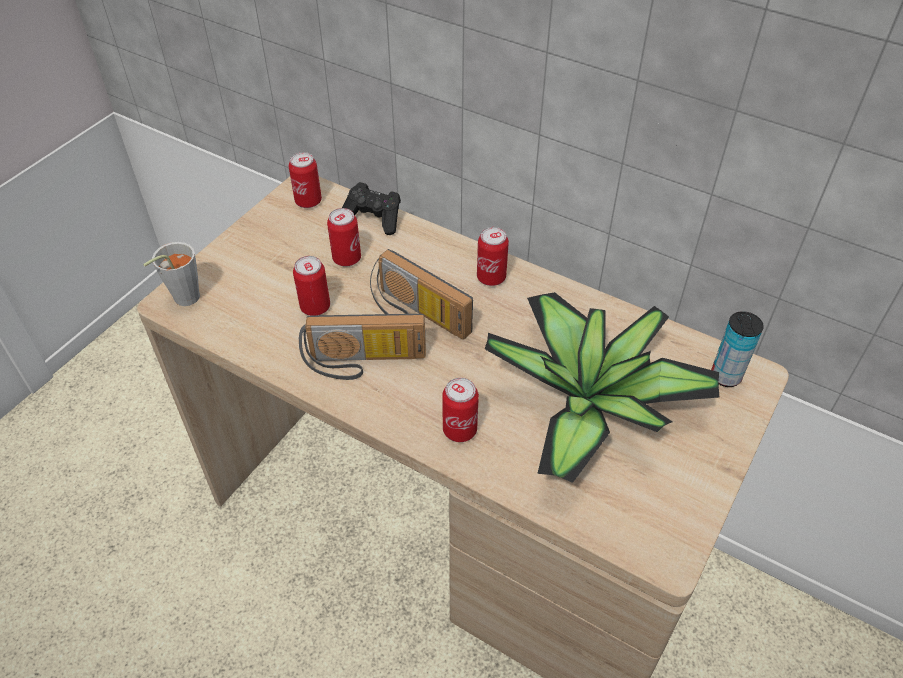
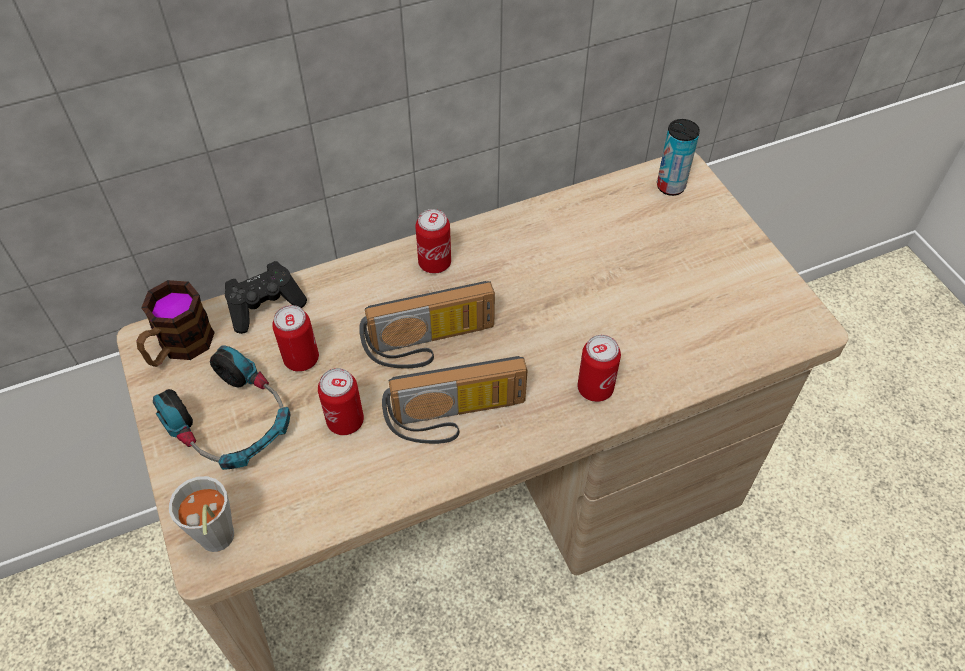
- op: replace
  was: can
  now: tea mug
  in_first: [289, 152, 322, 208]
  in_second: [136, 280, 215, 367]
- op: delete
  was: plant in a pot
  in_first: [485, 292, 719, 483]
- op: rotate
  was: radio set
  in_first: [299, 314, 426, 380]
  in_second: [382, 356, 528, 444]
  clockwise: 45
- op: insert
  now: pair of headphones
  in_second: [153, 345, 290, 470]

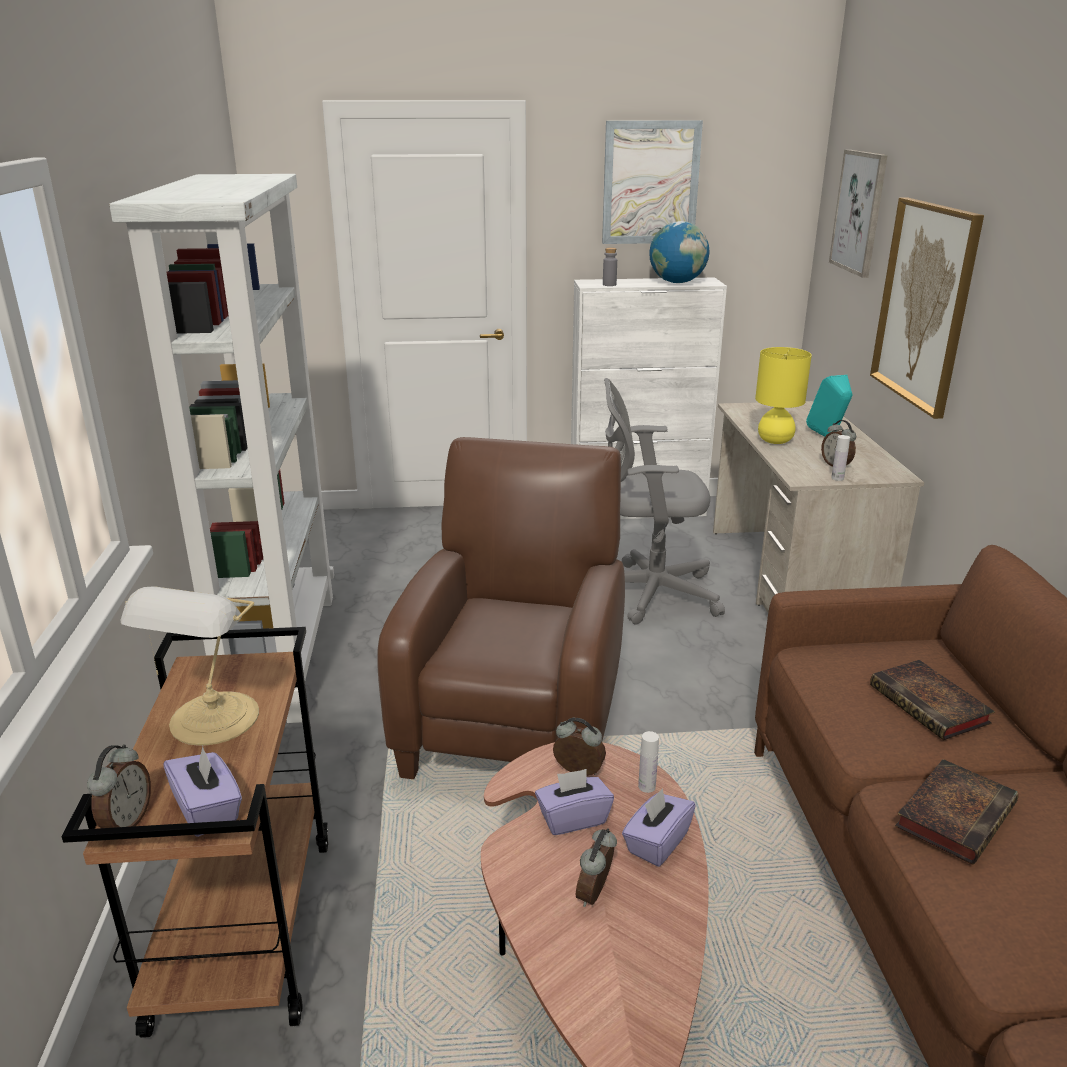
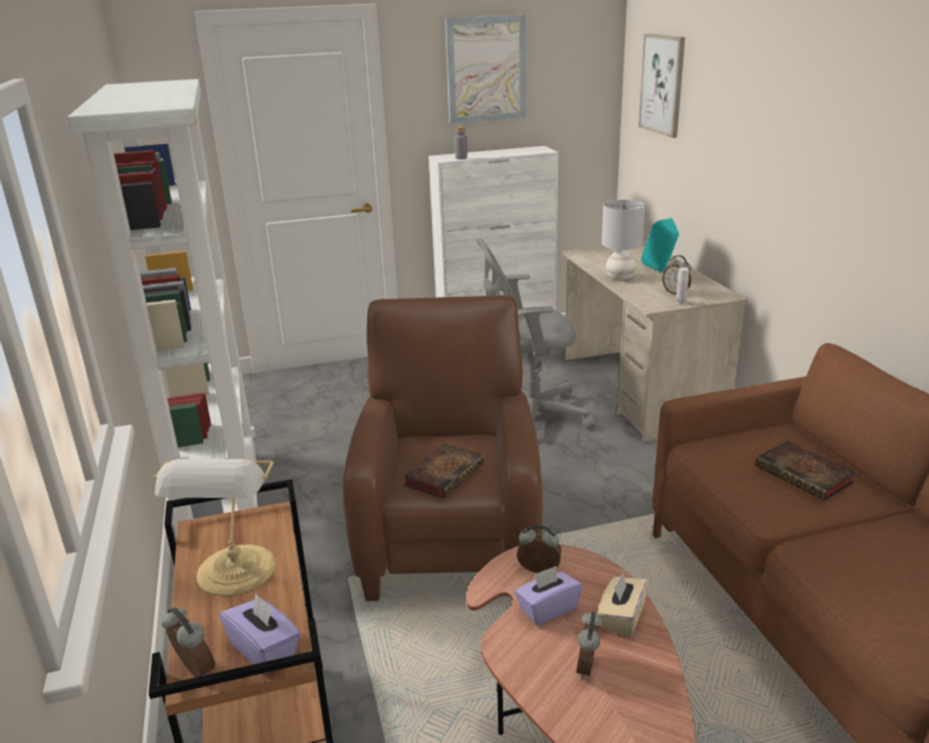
- op: delete
  was: wall picture
  in_first: [870, 197, 984, 419]
- op: delete
  was: desk globe
  in_first: [649, 221, 709, 283]
- op: recolor
  was: yellowish lamp for a table
  now: grey lamp for a table
  in_first: [755, 347, 812, 444]
  in_second: [602, 200, 645, 280]
- op: delete
  was: whitish beverage bottle
  in_first: [638, 731, 659, 793]
- op: rotate
  was: bedside clock
  in_first: [87, 744, 151, 828]
  in_second: [162, 607, 215, 677]
  clockwise: -45
- op: move
  was: book
  in_first: [895, 759, 1018, 865]
  in_second: [403, 444, 484, 499]
- op: recolor
  was: purple tissue holder
  now: sand-coloured tissue holder
  in_first: [622, 788, 696, 867]
  in_second: [597, 572, 649, 637]

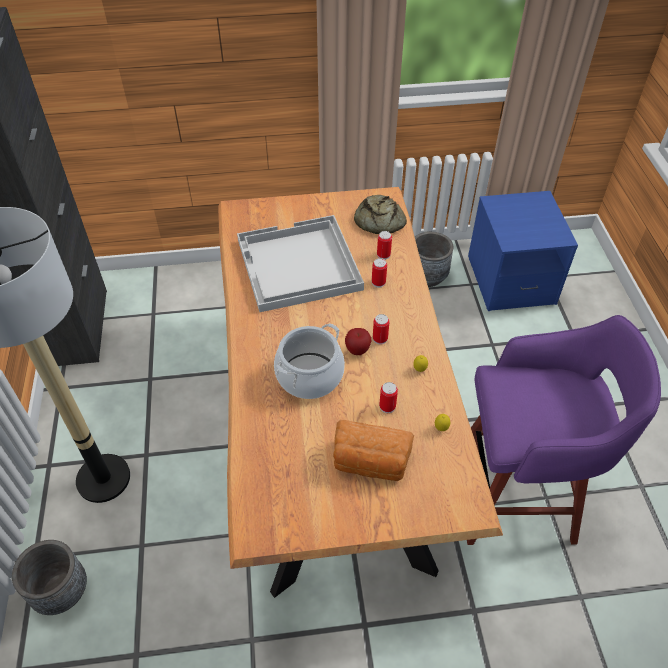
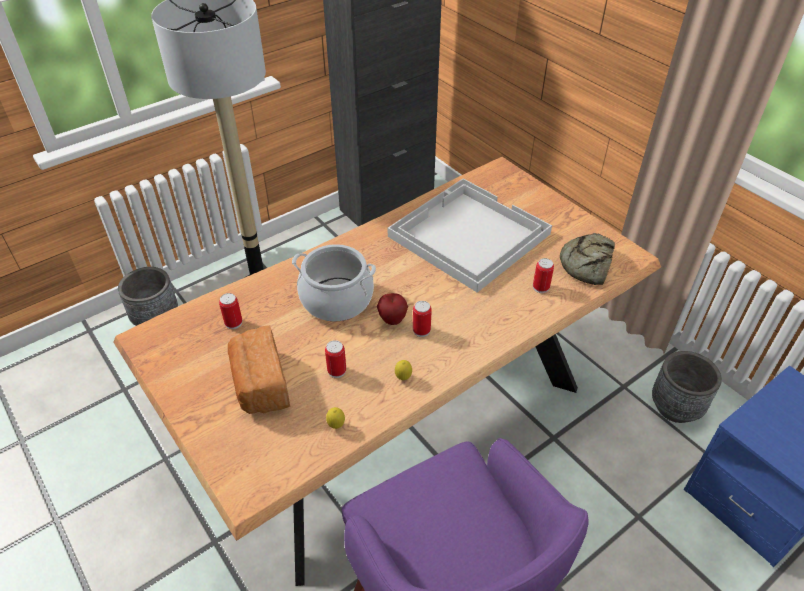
- op: move
  was: can
  in_first: [372, 258, 387, 288]
  in_second: [219, 293, 242, 329]

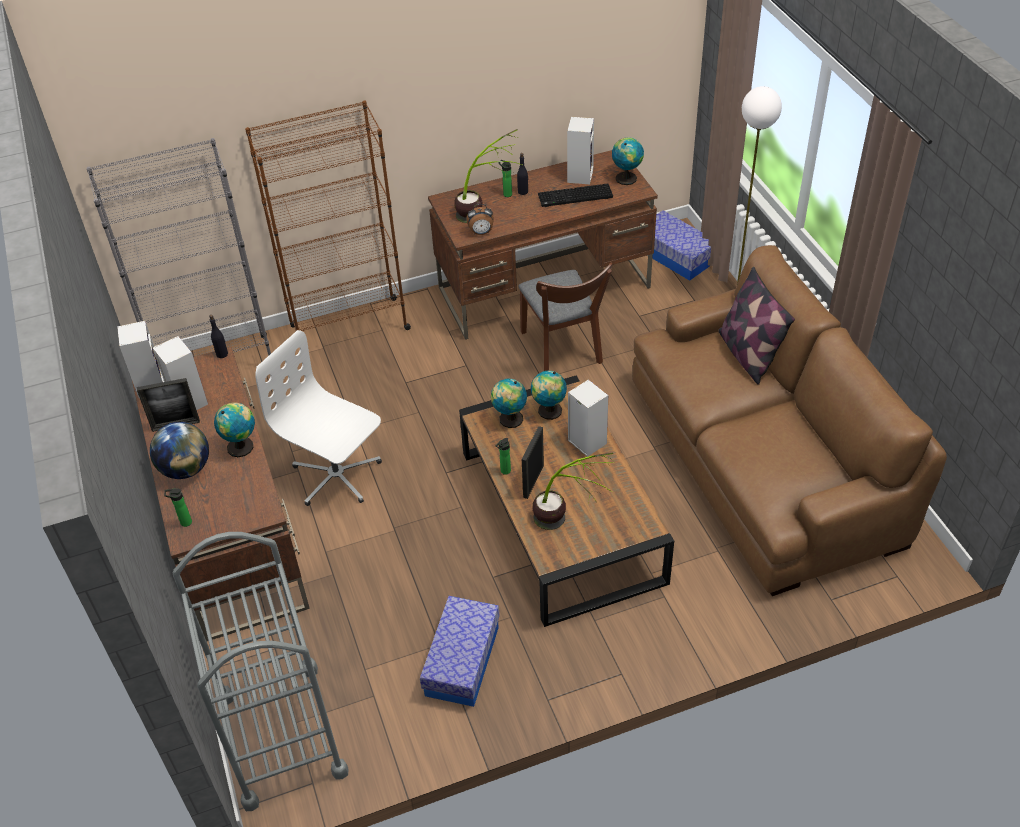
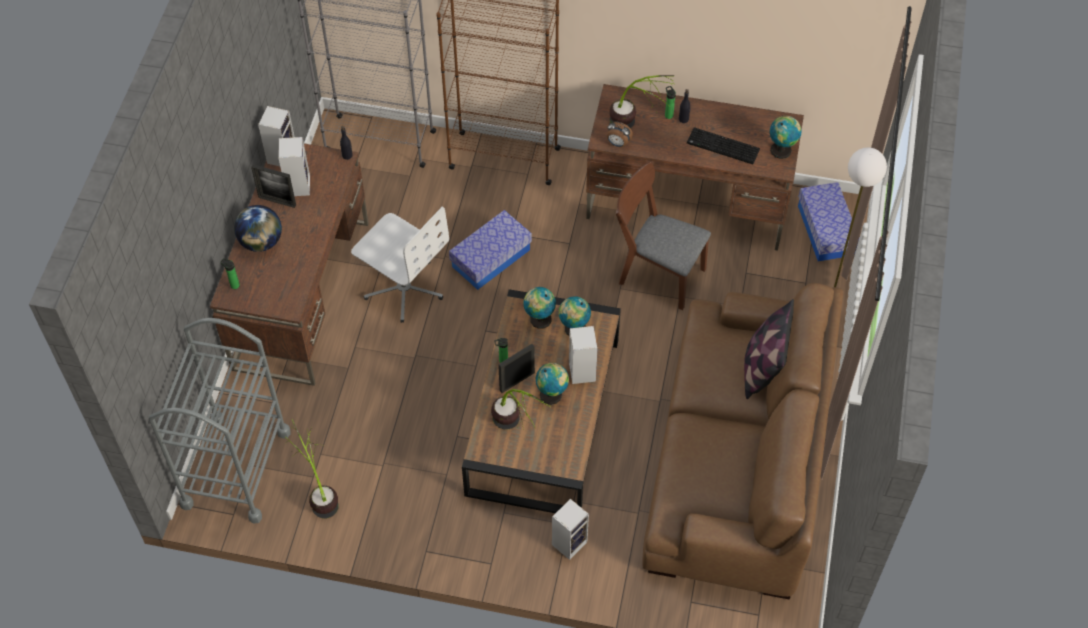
- op: move
  was: loudspeaker
  in_first: [567, 117, 594, 184]
  in_second: [552, 499, 589, 560]
- op: rotate
  was: brown-coloured upright chair
  in_first: [518, 263, 613, 371]
  in_second: [616, 162, 711, 310]
  clockwise: 105
- op: rotate
  was: whitish desk chair
  in_first: [256, 330, 382, 506]
  in_second: [351, 207, 449, 323]
  clockwise: 150
- op: move
  was: desk globe
  in_first: [214, 402, 255, 457]
  in_second: [536, 363, 569, 405]
- op: move
  was: storage container
  in_first: [420, 596, 500, 707]
  in_second: [449, 210, 532, 290]
- op: insert
  now: plant in a pot
  in_second: [286, 419, 339, 518]

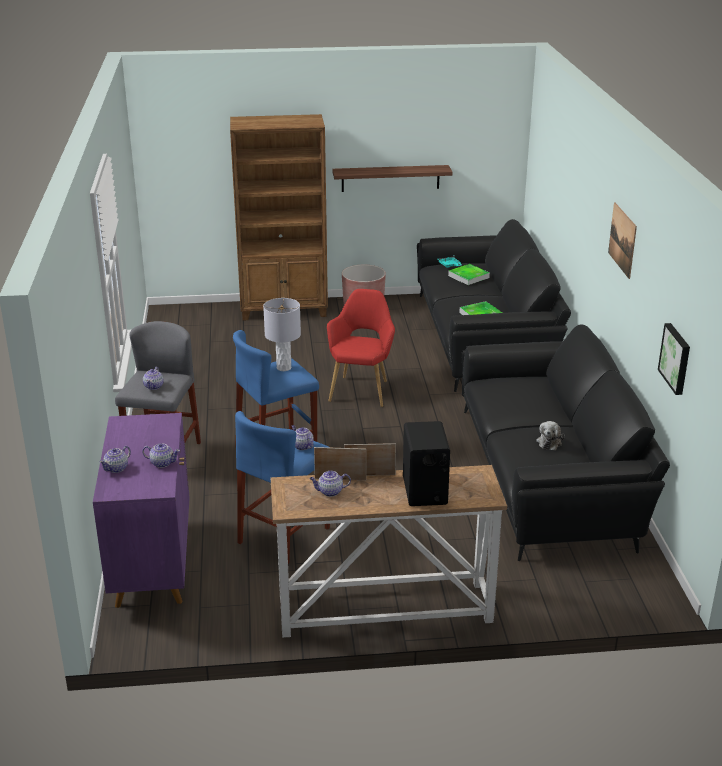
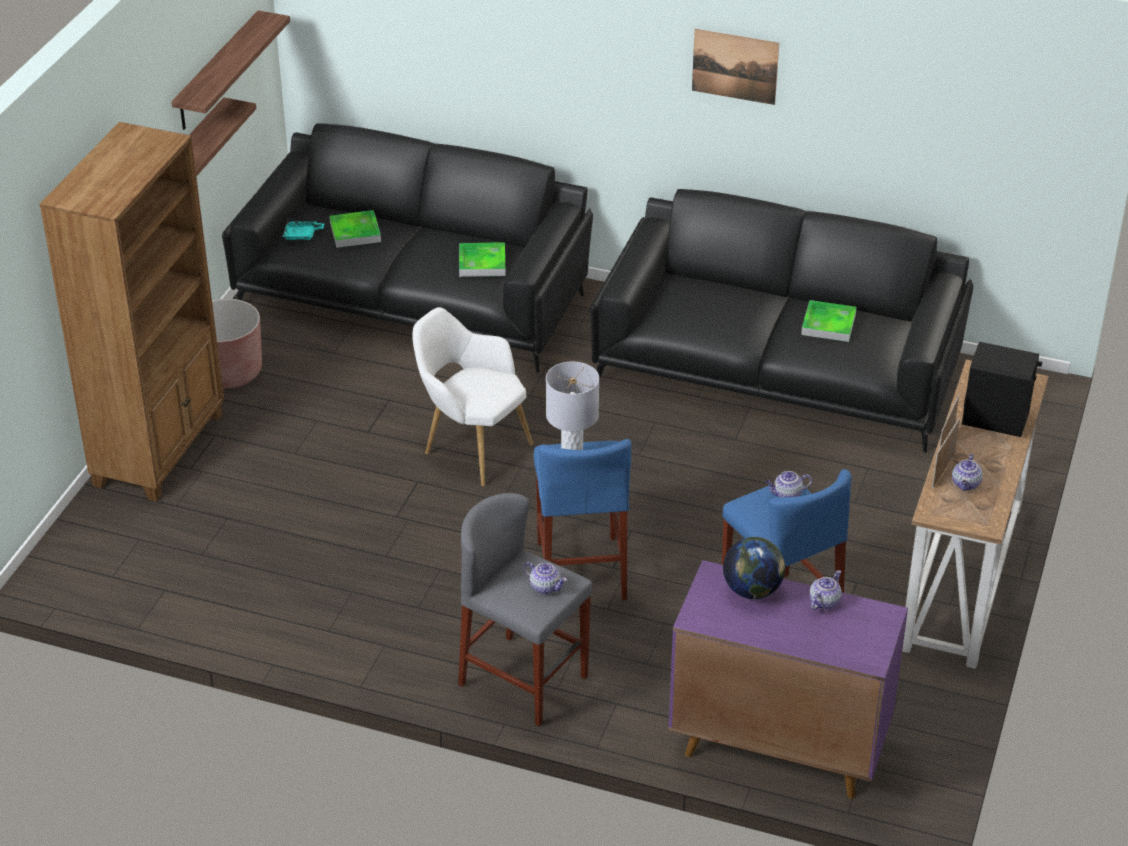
- op: recolor
  was: red lounge chair
  now: whitish lounge chair
  in_first: [327, 289, 395, 407]
  in_second: [412, 307, 533, 486]
- op: delete
  was: wall picture
  in_first: [658, 323, 690, 395]
- op: replace
  was: plush toy
  now: serving tray
  in_first: [536, 421, 565, 450]
  in_second: [801, 300, 856, 342]
- op: delete
  was: pot for tea
  in_first: [99, 446, 131, 473]
- op: insert
  now: wall shelf
  in_second: [171, 10, 290, 130]
- op: insert
  now: desk globe
  in_second: [723, 537, 785, 599]

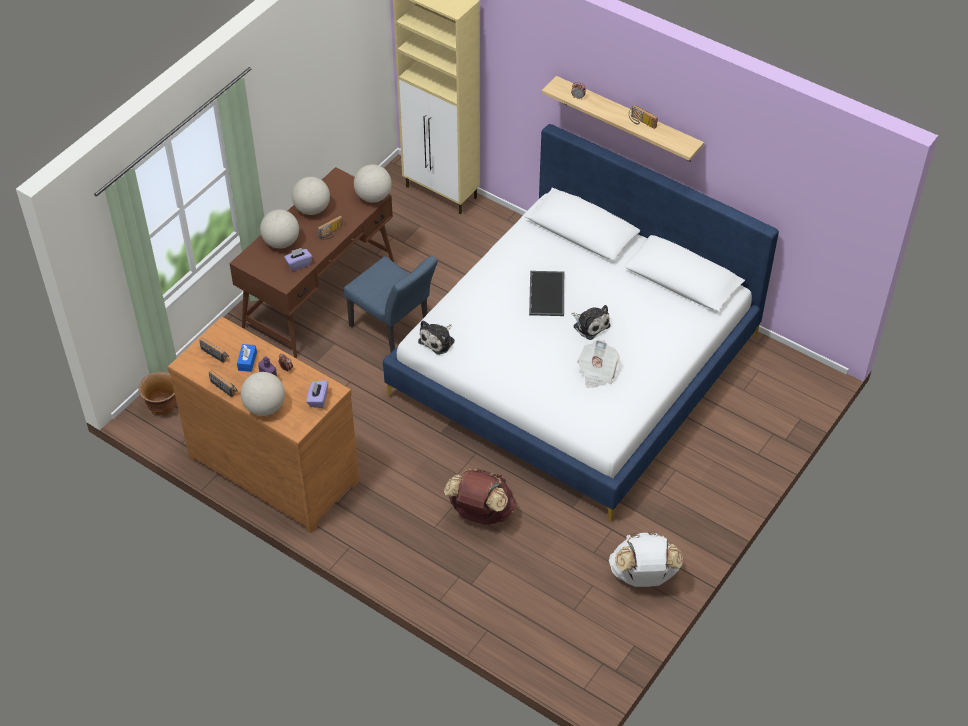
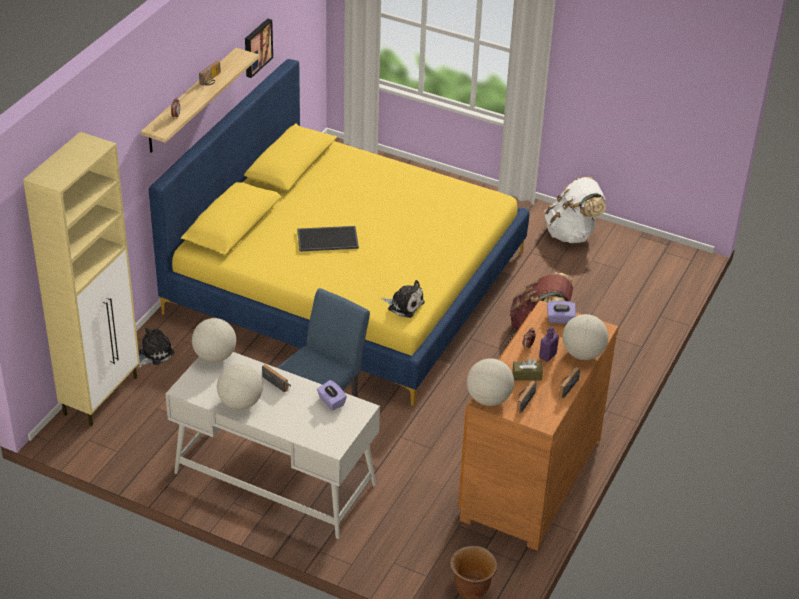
- op: recolor
  was: whitish sleeping bed
  now: yellowish sleeping bed
  in_first: [383, 124, 779, 522]
  in_second: [148, 59, 529, 406]
- op: recolor
  was: brown-coloured desk unit
  now: whitish desk unit
  in_first: [229, 167, 394, 358]
  in_second: [166, 352, 380, 539]
- op: move
  was: desk globe
  in_first: [260, 209, 299, 248]
  in_second: [467, 358, 514, 406]
- op: move
  was: plush toy
  in_first: [571, 305, 610, 340]
  in_second: [138, 328, 174, 368]
- op: delete
  was: printed paper
  in_first: [578, 340, 620, 388]
- op: recolor
  was: bluish tissue holder
  now: brown-coloured tissue holder
  in_first: [237, 344, 257, 372]
  in_second: [513, 358, 543, 380]
- op: insert
  now: wall picture
  in_second: [245, 18, 273, 78]

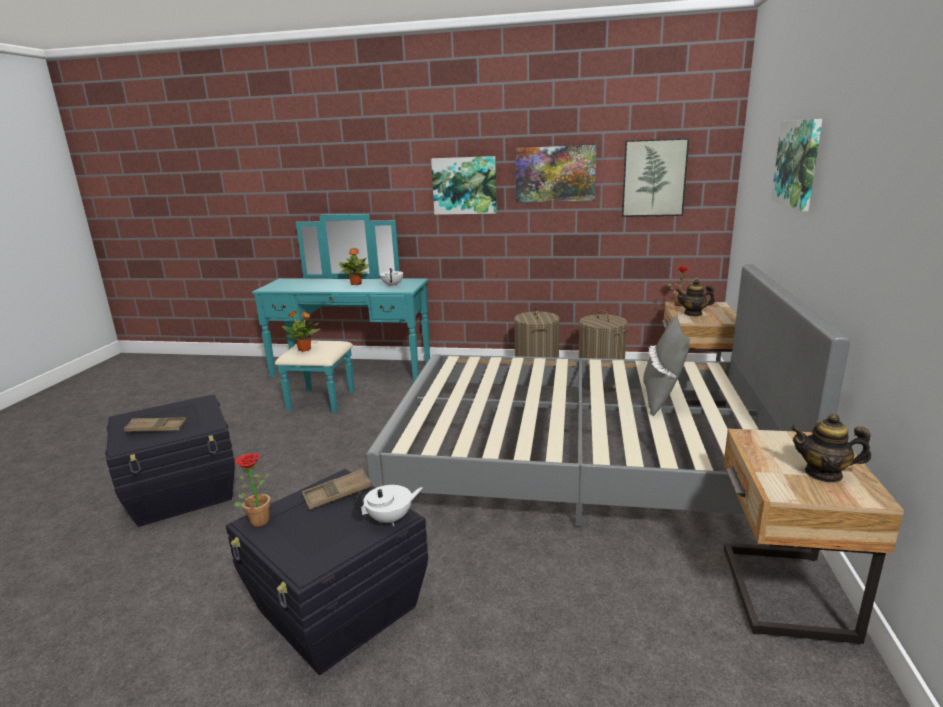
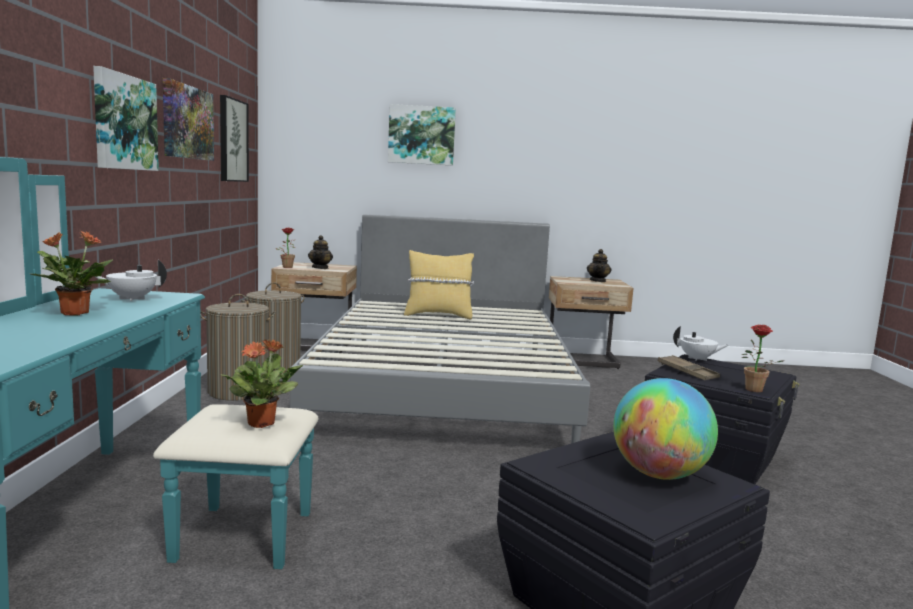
- op: recolor
  was: grey throw pillow
  now: yellowish throw pillow
  in_first: [643, 315, 691, 416]
  in_second: [404, 250, 474, 319]
- op: replace
  was: brown-coloured serving tray
  now: desk globe
  in_first: [124, 418, 186, 433]
  in_second: [613, 378, 718, 480]
- op: rotate
  was: whitish pot for tea
  in_first: [354, 485, 423, 526]
  in_second: [673, 326, 729, 361]
  clockwise: 150

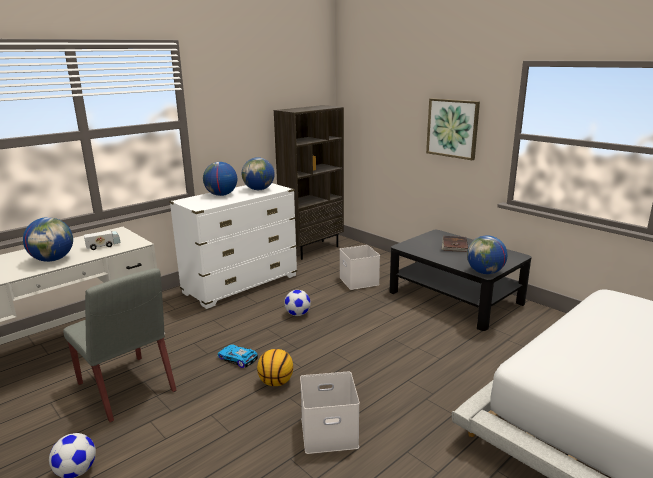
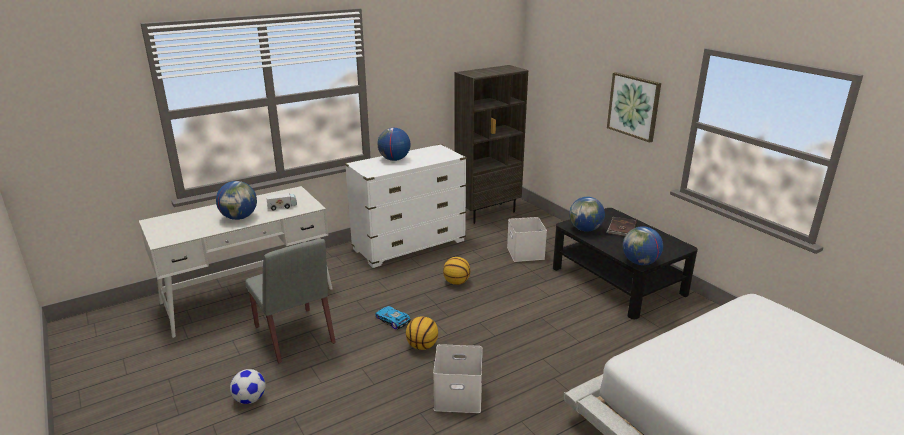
- op: move
  was: desk globe
  in_first: [242, 157, 275, 190]
  in_second: [569, 197, 605, 231]
- op: replace
  was: ball for football
  now: ball for basketball
  in_first: [284, 290, 311, 316]
  in_second: [443, 257, 470, 285]

